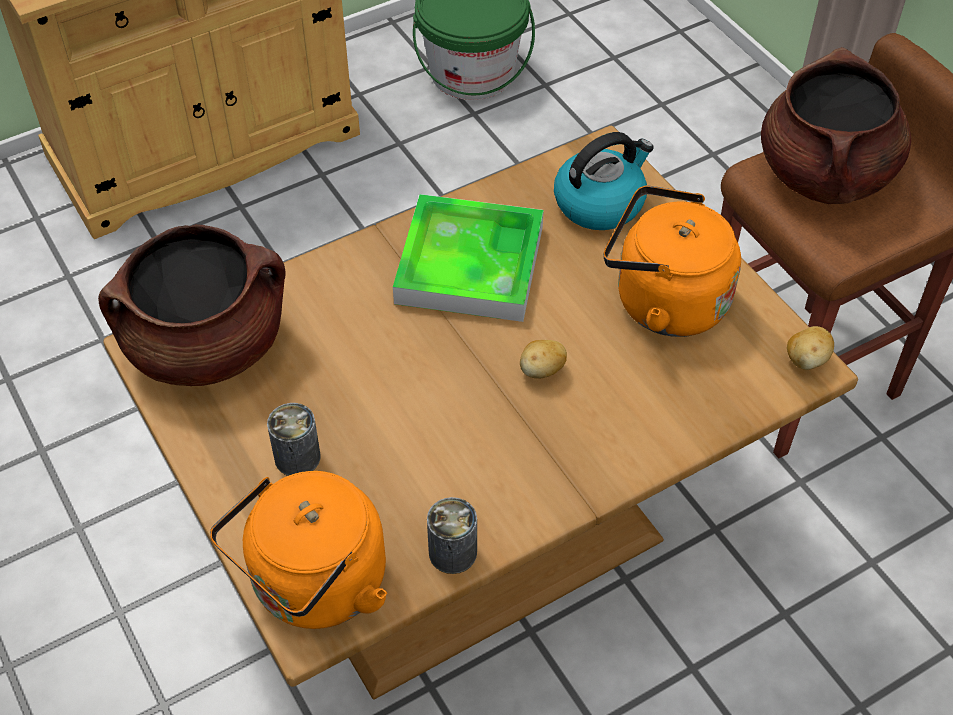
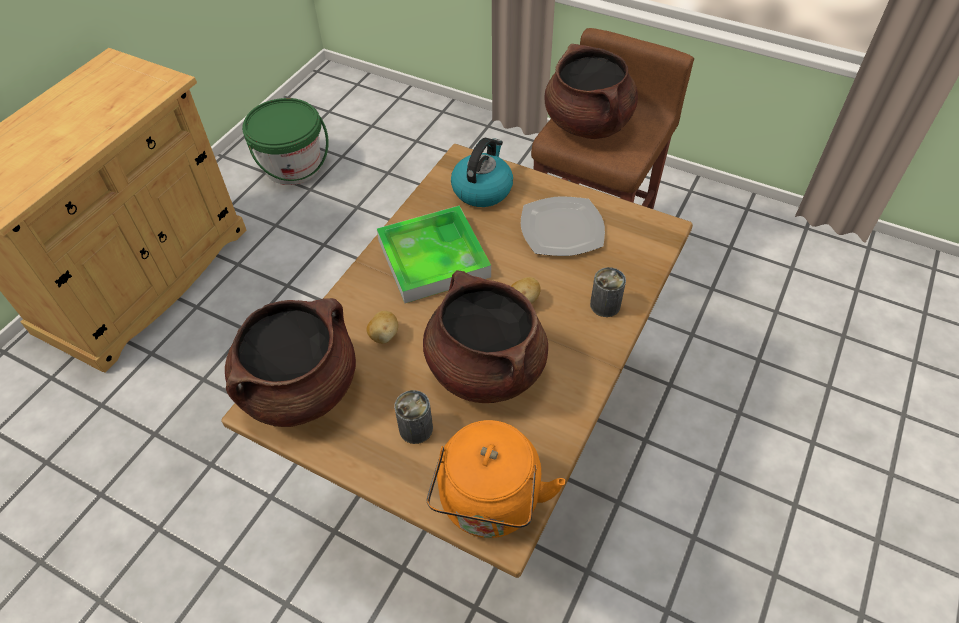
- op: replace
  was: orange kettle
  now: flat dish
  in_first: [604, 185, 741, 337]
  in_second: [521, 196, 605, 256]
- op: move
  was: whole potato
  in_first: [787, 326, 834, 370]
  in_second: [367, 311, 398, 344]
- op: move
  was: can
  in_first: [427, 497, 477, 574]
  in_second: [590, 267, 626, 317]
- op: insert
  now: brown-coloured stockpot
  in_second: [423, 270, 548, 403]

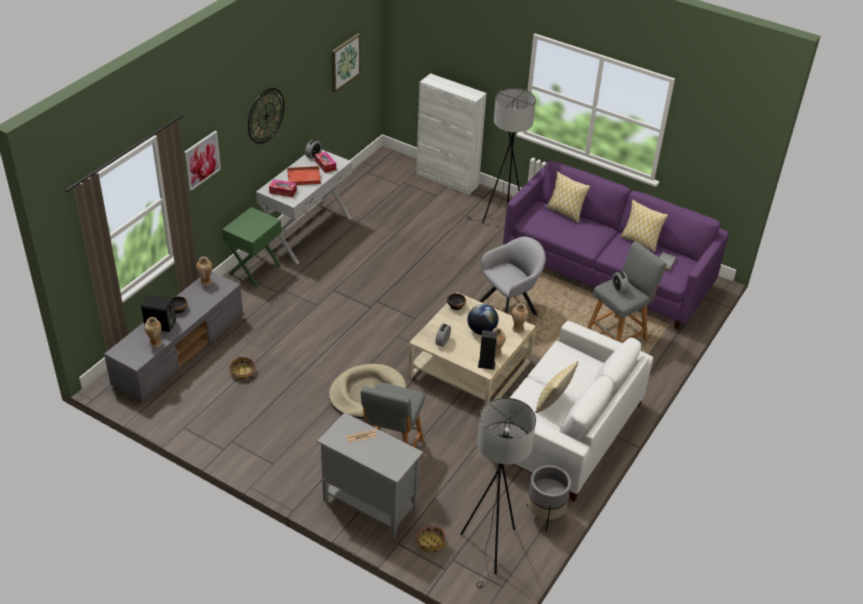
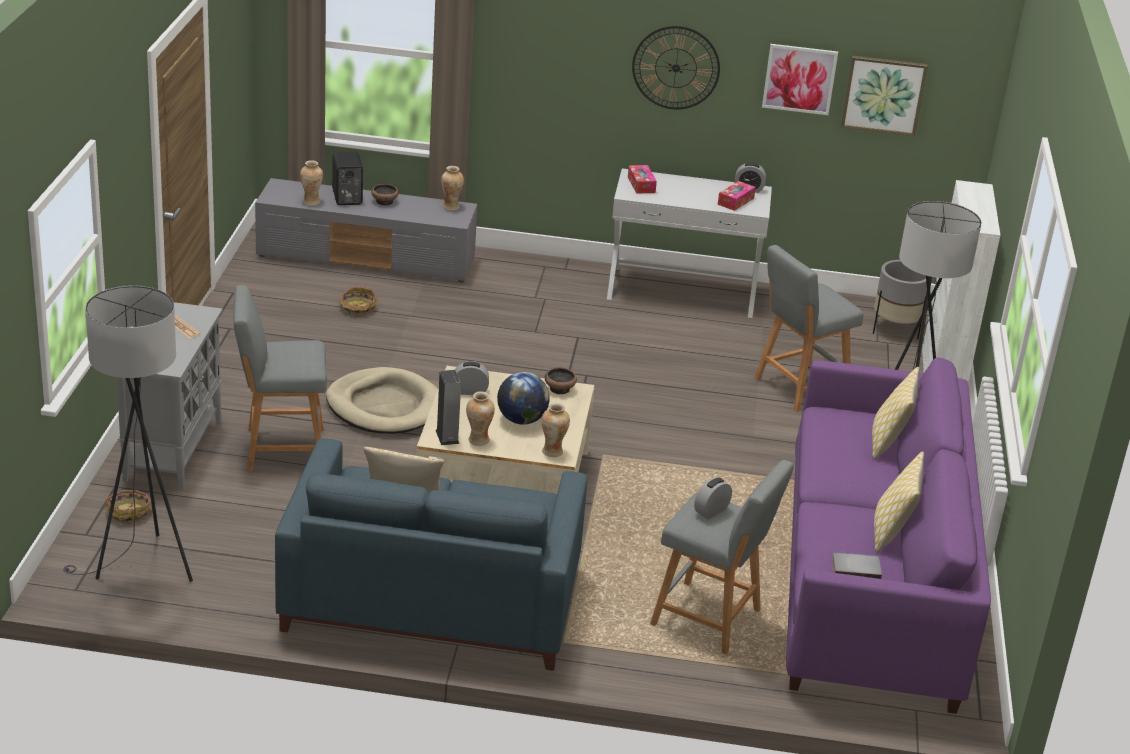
- op: move
  was: wall picture
  in_first: [184, 131, 221, 191]
  in_second: [762, 44, 838, 115]
- op: delete
  was: red serving tray
  in_first: [287, 166, 321, 185]
- op: delete
  was: greenish bedside table
  in_first: [222, 207, 282, 287]
- op: delete
  was: grey lounge chair
  in_first: [479, 237, 546, 315]
- op: recolor
  was: whitish sofa
  now: bluish sofa
  in_first: [490, 321, 653, 502]
  in_second: [275, 438, 588, 671]
- op: move
  was: grey flower pot
  in_first: [527, 465, 571, 531]
  in_second: [873, 260, 927, 339]
- op: insert
  now: grey stool seat
  in_second: [754, 245, 863, 412]

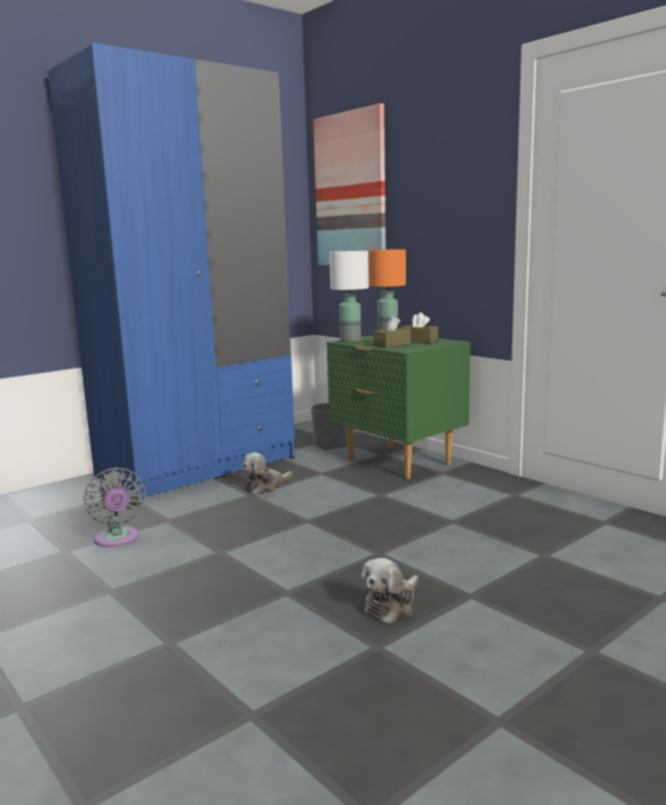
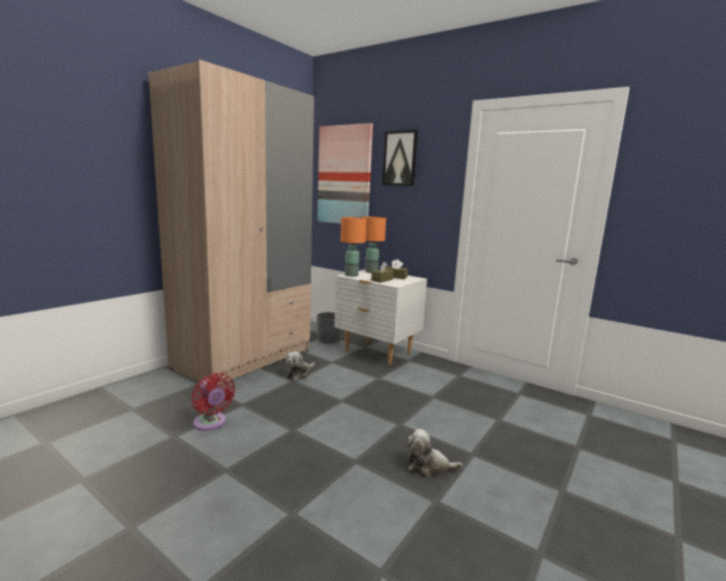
- op: recolor
  was: bluish armoire
  now: sand-coloured armoire
  in_first: [47, 43, 295, 498]
  in_second: [148, 59, 314, 385]
- op: recolor
  was: whitish lamp for a table
  now: orange lamp for a table
  in_first: [329, 251, 369, 342]
  in_second: [341, 217, 367, 277]
- op: recolor
  was: greenish bedside table
  now: whitish bedside table
  in_first: [327, 335, 470, 479]
  in_second: [334, 270, 427, 366]
- op: recolor
  was: grey fan
  now: red fan
  in_first: [83, 467, 146, 547]
  in_second: [191, 373, 235, 431]
- op: rotate
  was: plush toy
  in_first: [361, 558, 418, 624]
  in_second: [406, 429, 463, 477]
  clockwise: 75
- op: insert
  now: wall picture
  in_second: [382, 130, 418, 186]

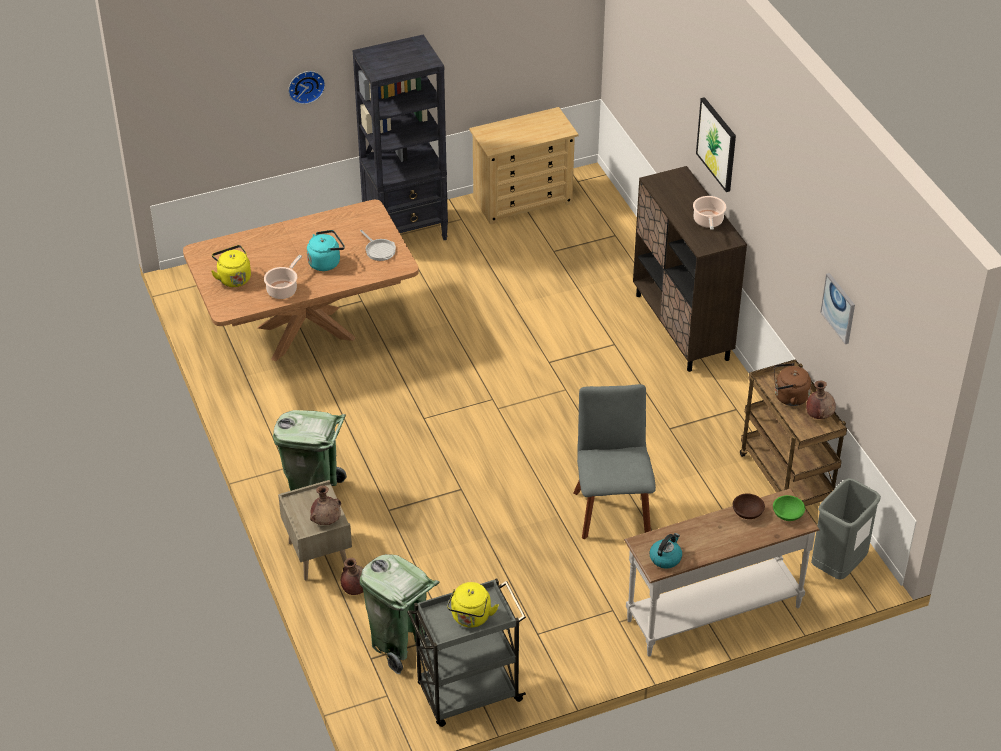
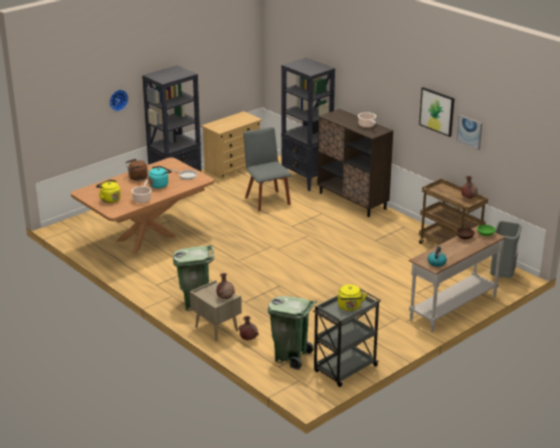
- op: move
  was: wall picture
  in_first: [696, 97, 736, 192]
  in_second: [419, 87, 455, 137]
- op: move
  was: brown-coloured kettle
  in_first: [774, 363, 811, 406]
  in_second: [126, 159, 148, 181]
- op: move
  was: grey upright chair
  in_first: [573, 384, 656, 539]
  in_second: [243, 127, 291, 211]
- op: insert
  now: black shelving unit
  in_second: [281, 58, 335, 191]

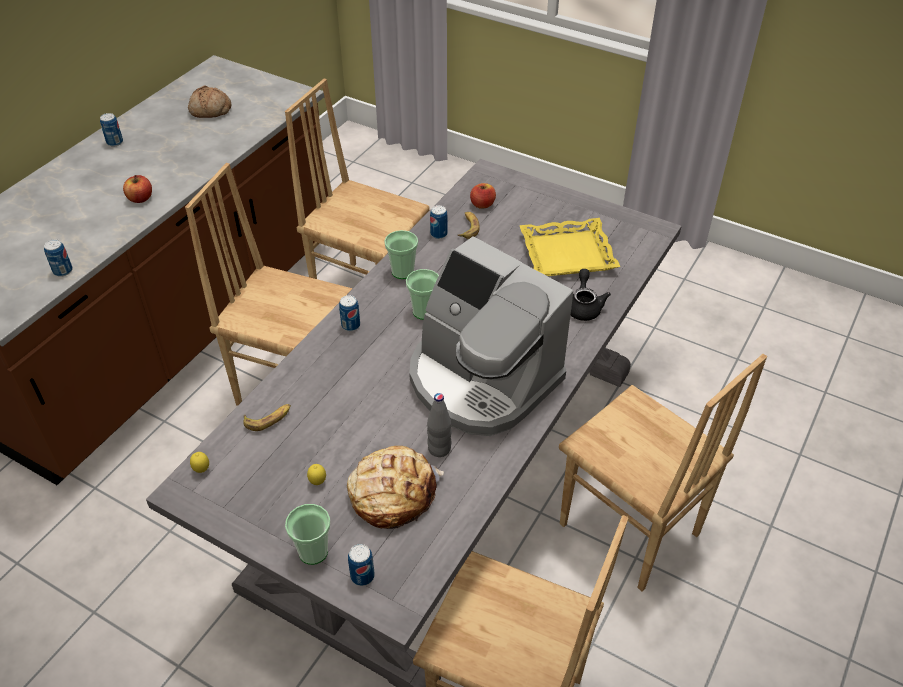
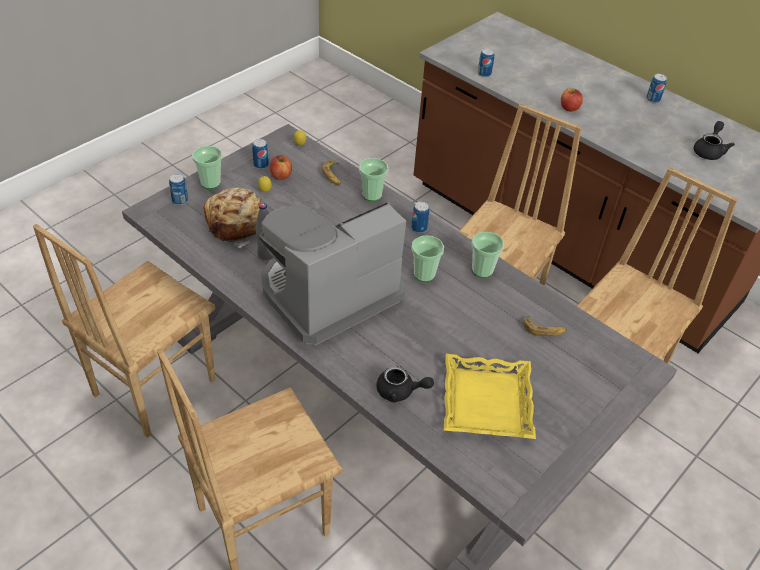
- op: replace
  was: bakery bread
  now: black pot for tea
  in_first: [188, 85, 231, 118]
  in_second: [694, 121, 735, 160]
- op: move
  was: whole apple
  in_first: [470, 183, 496, 209]
  in_second: [270, 155, 292, 180]
- op: move
  was: can
  in_first: [430, 205, 448, 239]
  in_second: [252, 139, 269, 169]
- op: insert
  now: cup
  in_second: [359, 158, 389, 201]

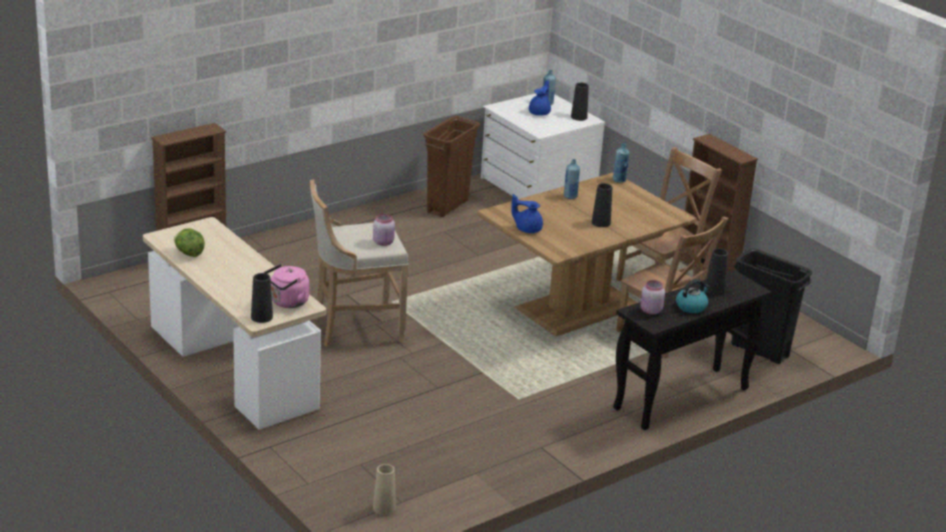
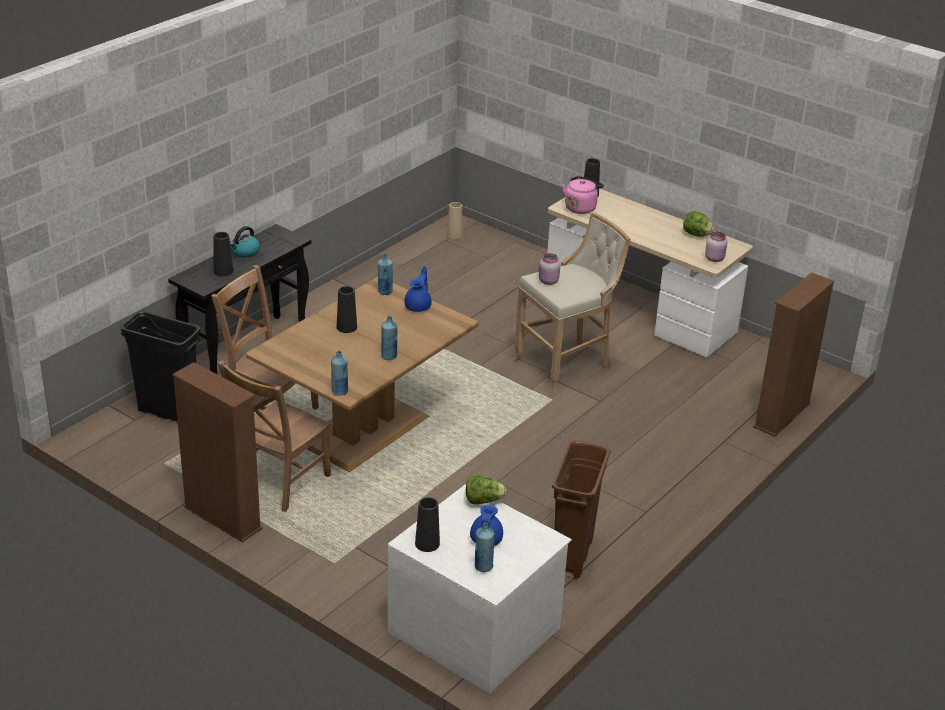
- op: rotate
  was: bluish pot for tea
  in_first: [511, 194, 543, 233]
  in_second: [404, 266, 432, 312]
  clockwise: -75
- op: move
  was: pink-coloured storage jar
  in_first: [640, 280, 665, 315]
  in_second: [705, 232, 727, 262]
- op: insert
  now: bluish beverage bottle
  in_second: [378, 253, 393, 295]
- op: insert
  now: head of lettuce
  in_second: [466, 476, 506, 505]

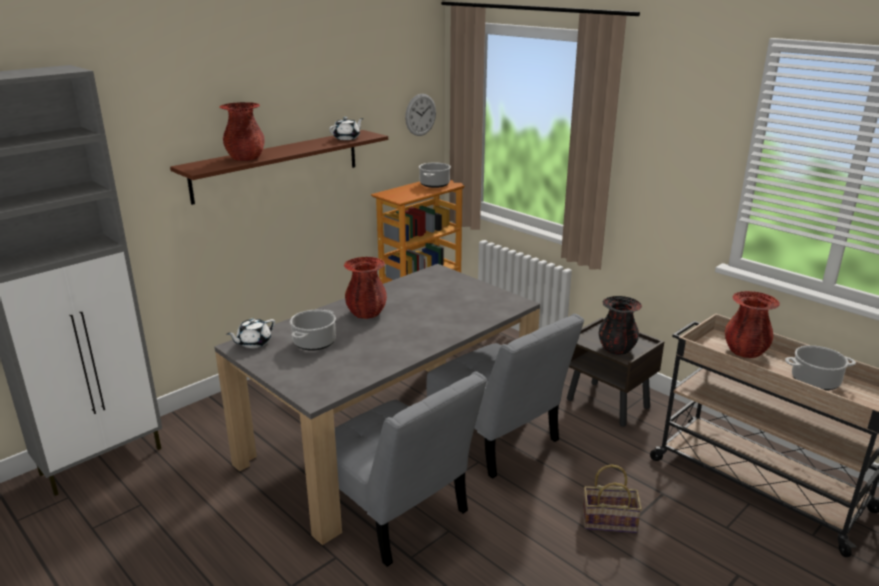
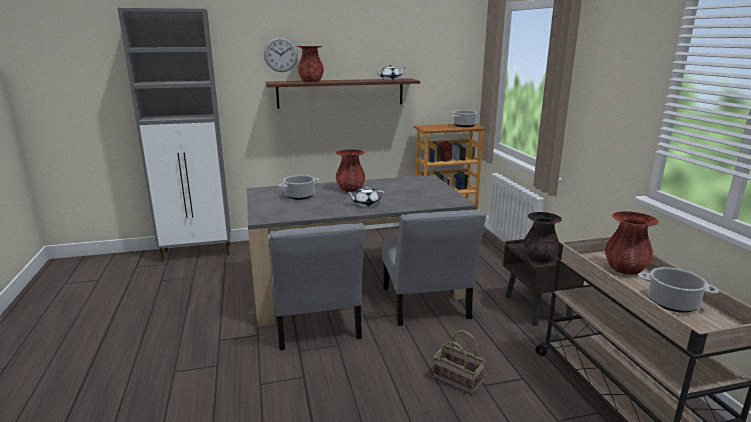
- op: move
  was: wall clock
  in_first: [405, 94, 436, 136]
  in_second: [264, 37, 298, 72]
- op: move
  was: whitish pot for tea
  in_first: [227, 318, 275, 348]
  in_second: [347, 186, 384, 207]

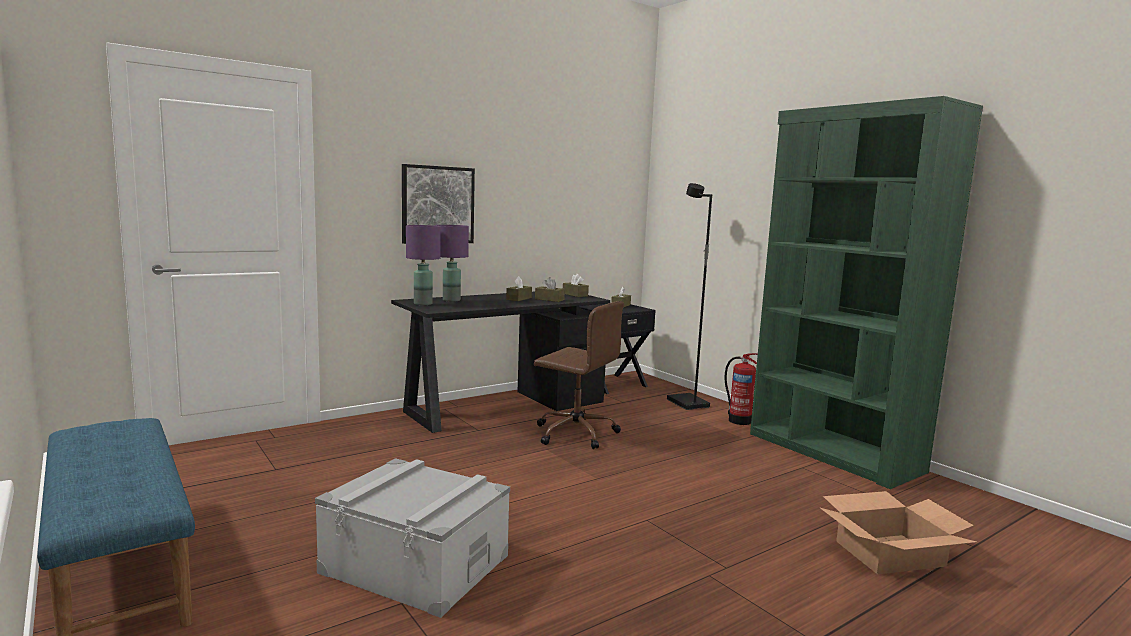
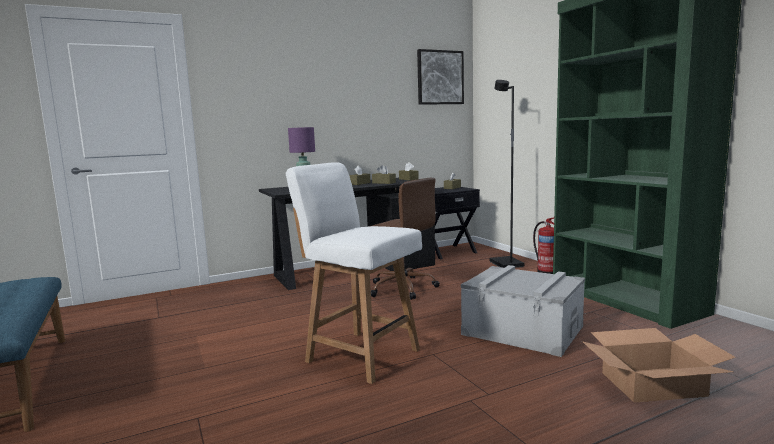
- op: move
  was: wall picture
  in_first: [402, 164, 475, 244]
  in_second: [417, 49, 464, 105]
- op: delete
  was: purple lamp for a table
  in_first: [406, 225, 441, 305]
- op: move
  was: grey storage container
  in_first: [315, 458, 510, 618]
  in_second: [461, 265, 585, 357]
- op: insert
  now: whitish upright chair
  in_second: [285, 162, 422, 384]

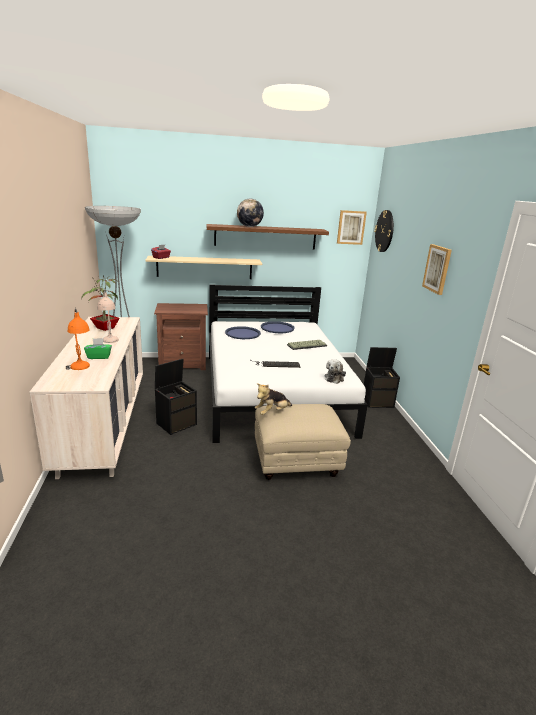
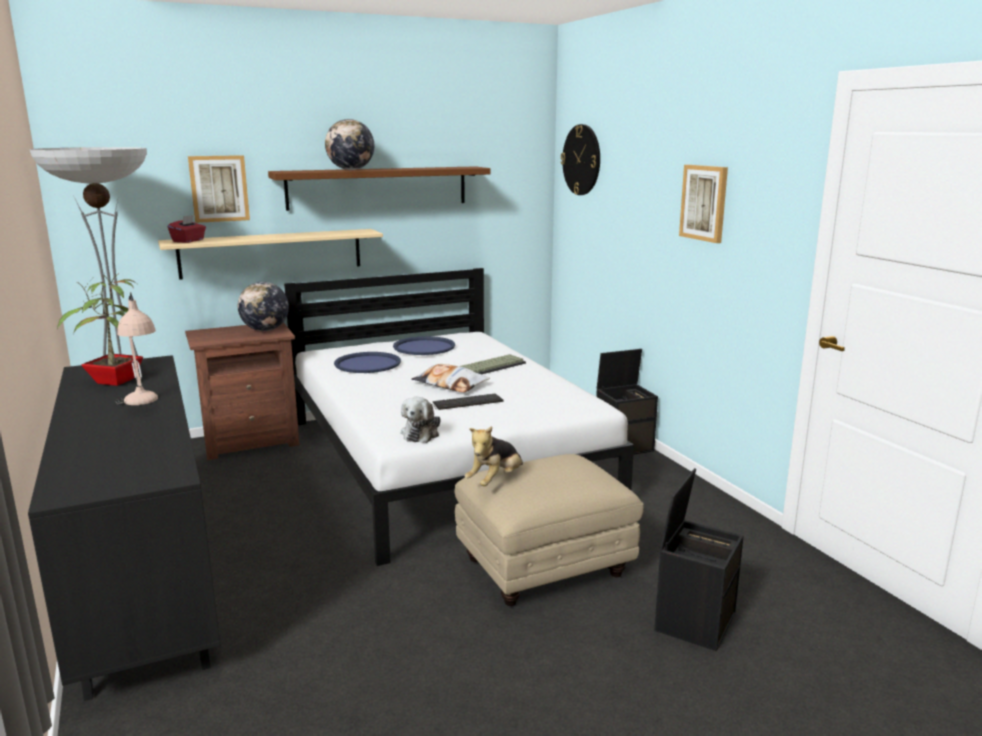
- op: move
  was: wall picture
  in_first: [337, 210, 367, 245]
  in_second: [188, 155, 250, 223]
- op: delete
  was: orange lamp for a table
  in_first: [66, 308, 90, 370]
- op: recolor
  was: sand-coloured chest of drawers
  now: black chest of drawers
  in_first: [30, 317, 143, 479]
  in_second: [28, 355, 220, 701]
- op: delete
  was: greenish tissue holder
  in_first: [84, 338, 112, 359]
- op: move
  was: black storage container
  in_first: [155, 359, 197, 435]
  in_second: [654, 468, 744, 651]
- op: move
  was: plush toy
  in_first: [324, 359, 346, 384]
  in_second: [401, 397, 441, 443]
- op: insert
  now: desk globe
  in_second: [238, 282, 289, 331]
- op: insert
  now: throw pillow
  in_second: [411, 364, 490, 393]

